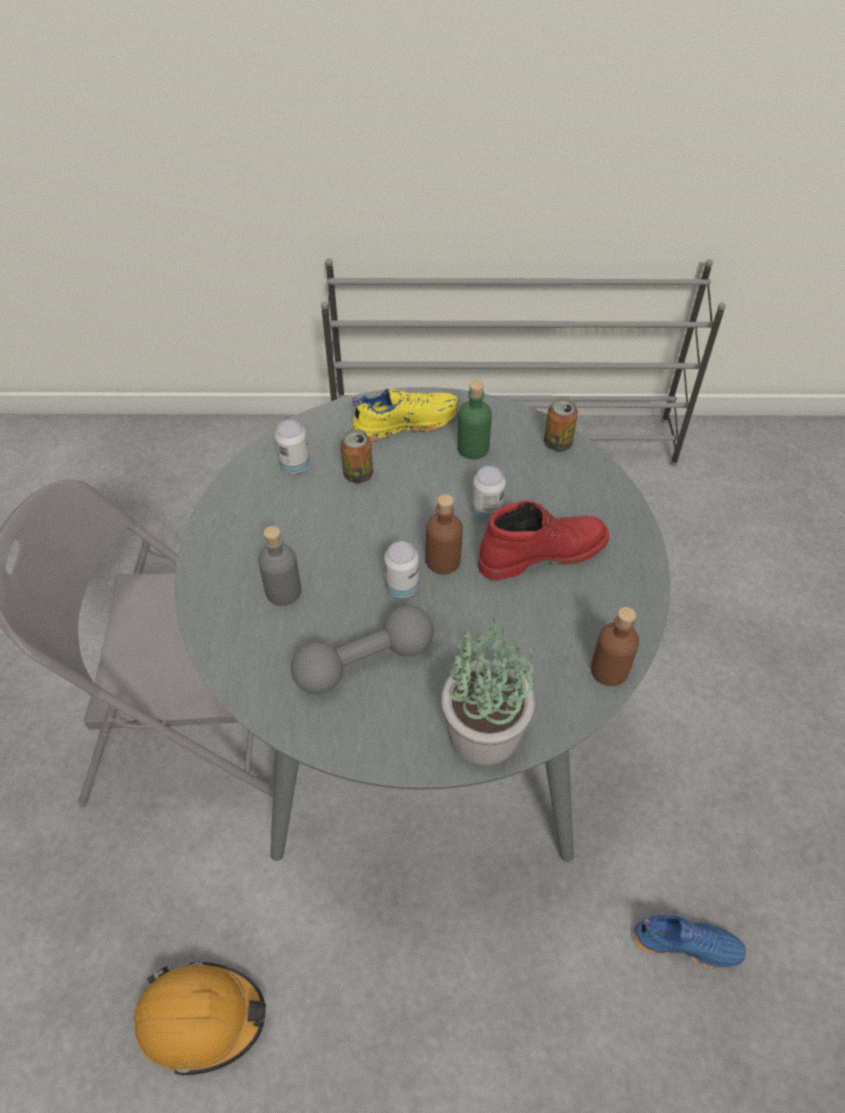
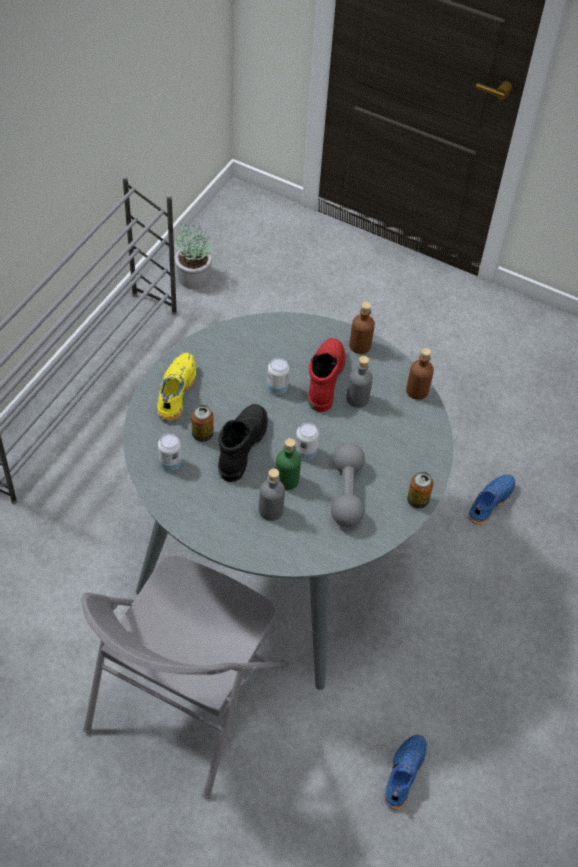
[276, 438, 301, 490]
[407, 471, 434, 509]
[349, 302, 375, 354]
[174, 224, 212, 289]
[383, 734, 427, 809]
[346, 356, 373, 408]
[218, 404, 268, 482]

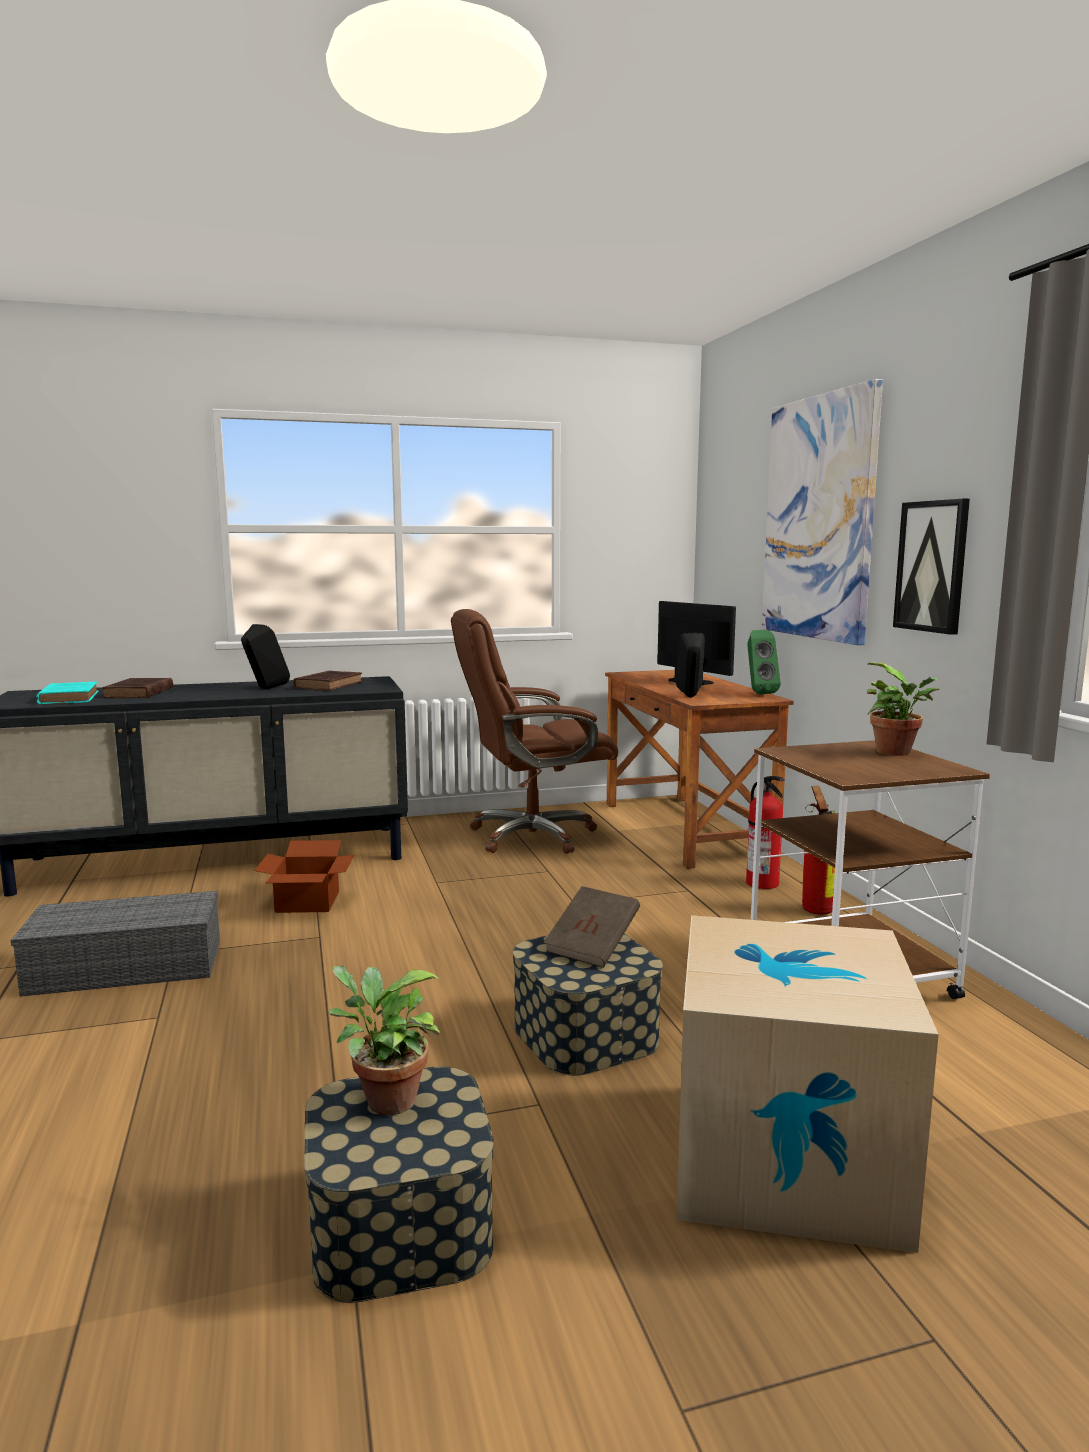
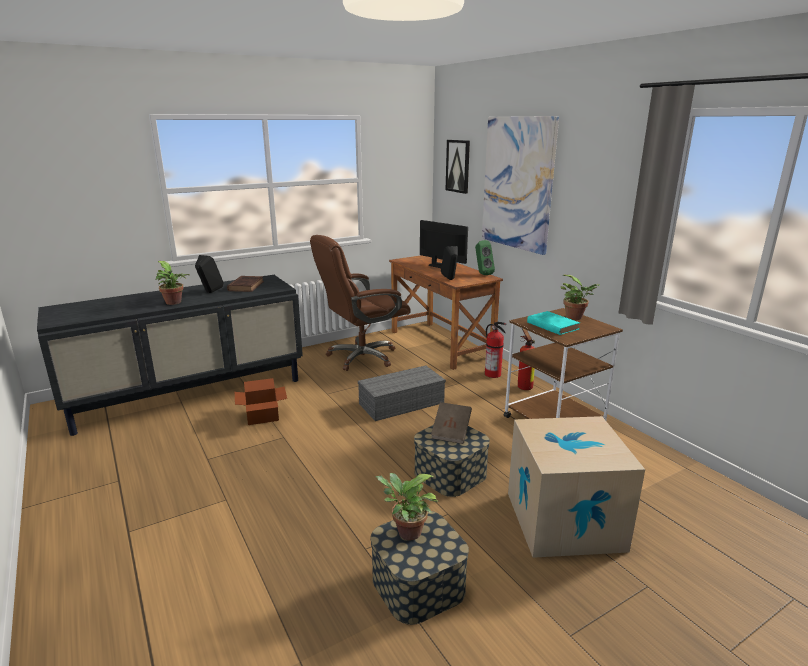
[446, 140, 470, 194]
[102, 678, 173, 698] (first image)
[527, 311, 580, 335]
[358, 365, 446, 421]
[156, 261, 190, 305]

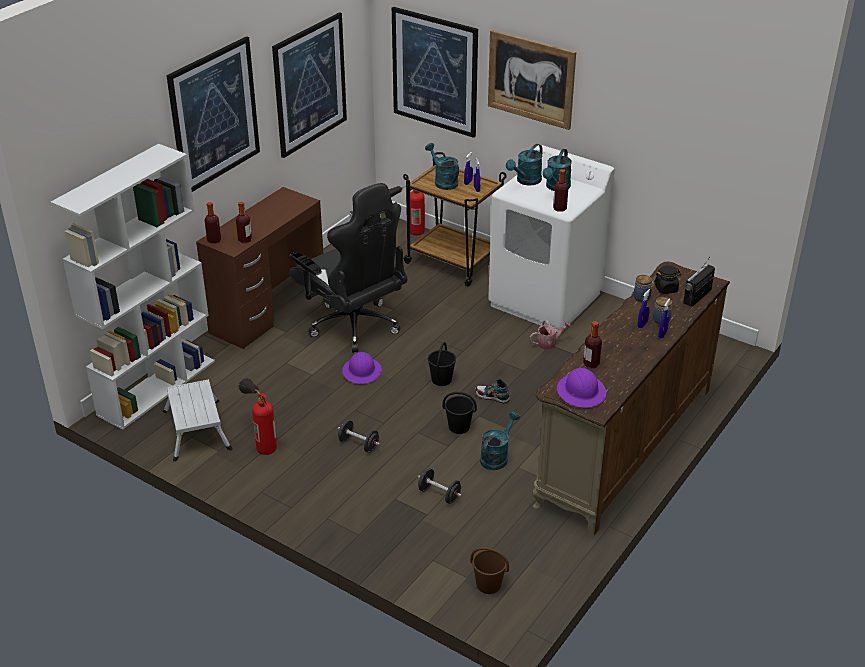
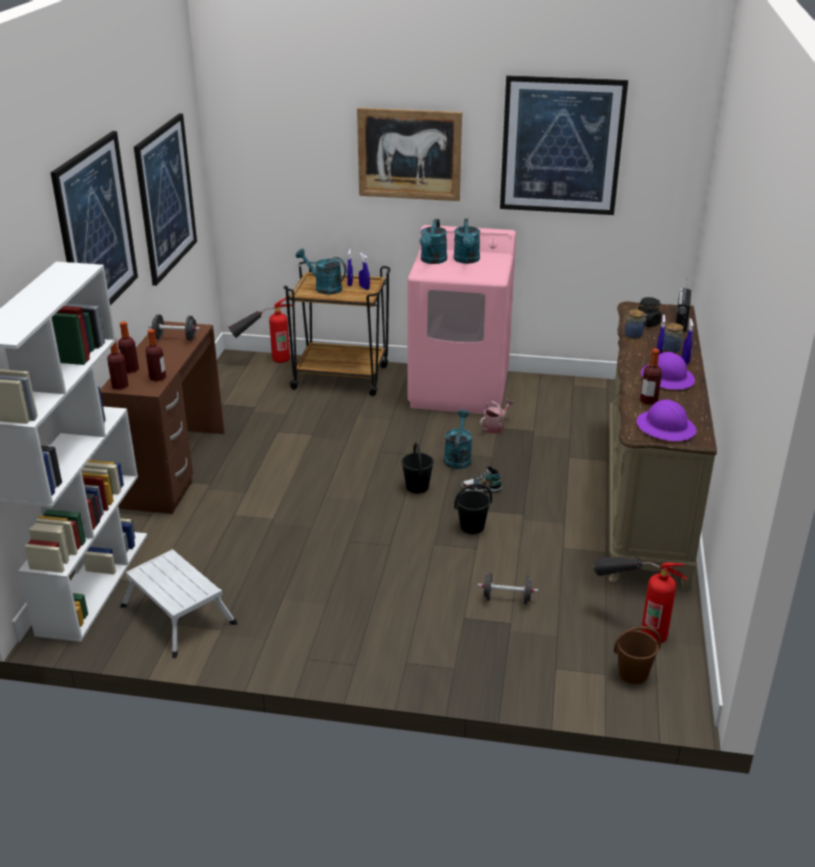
[500, 75, 628, 215]
[407, 225, 516, 414]
[118, 321, 139, 373]
[289, 183, 407, 353] (first image)
[641, 352, 695, 390]
[593, 556, 688, 643]
[444, 410, 473, 469]
[148, 314, 200, 341]

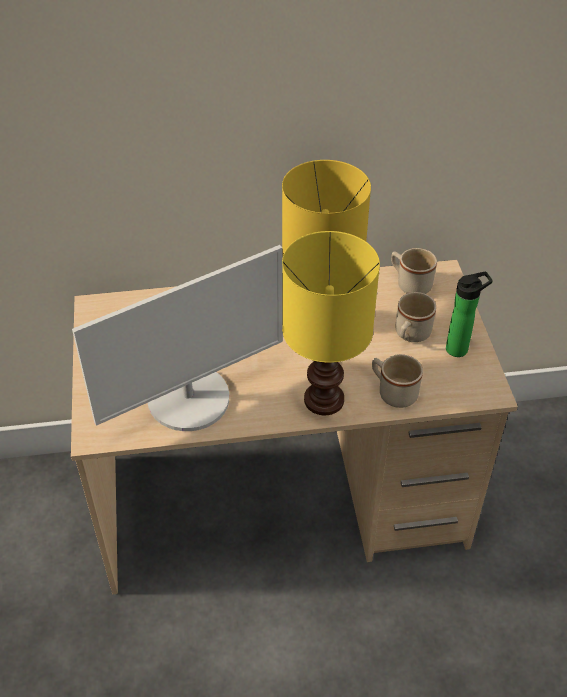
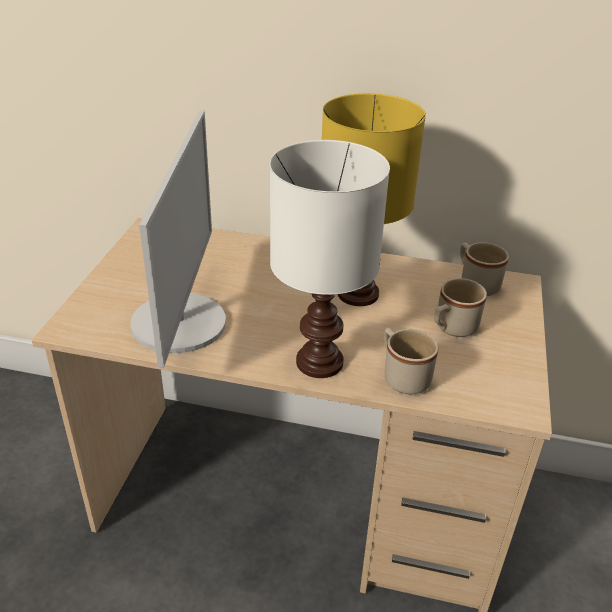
[270, 140, 390, 378]
[131, 110, 226, 367]
[446, 271, 493, 357] (first image)

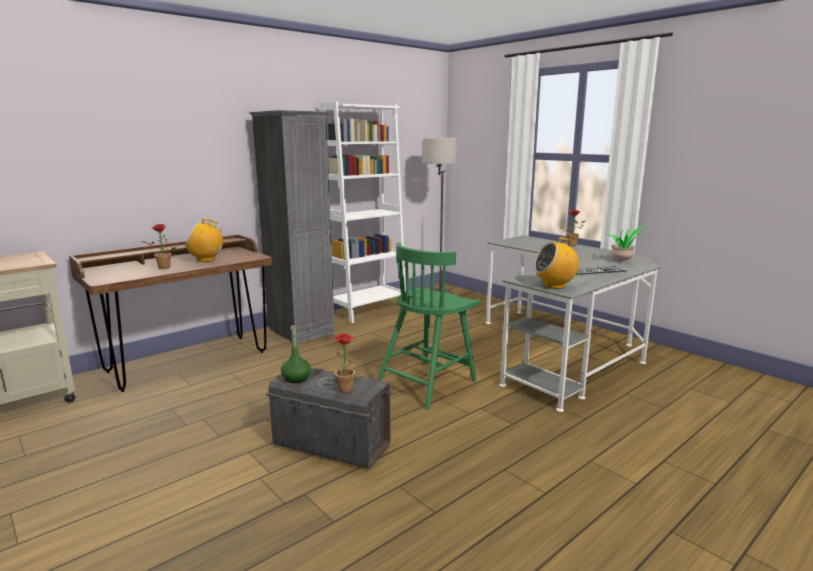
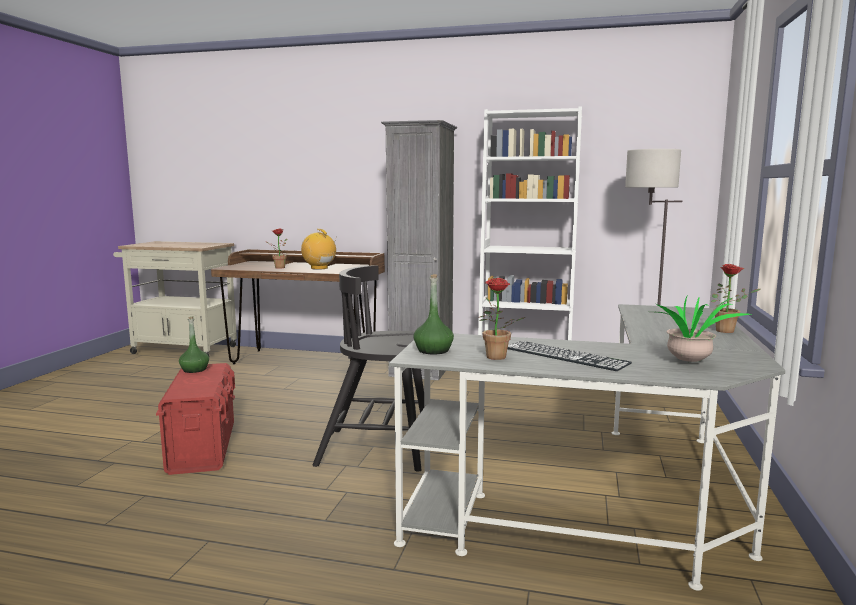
[413, 274, 454, 355]
[312, 265, 424, 472]
[479, 278, 525, 360]
[156, 363, 235, 475]

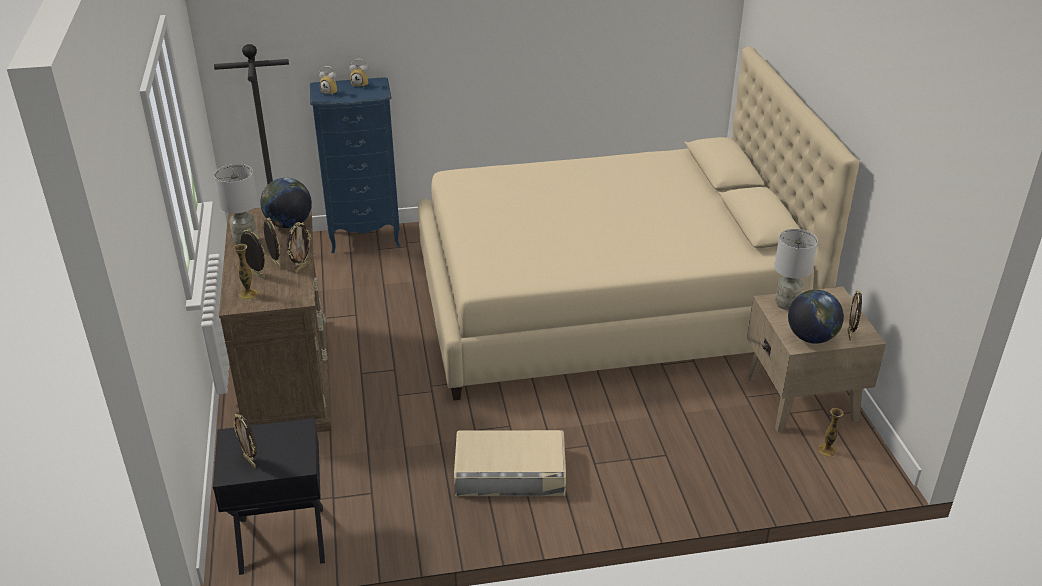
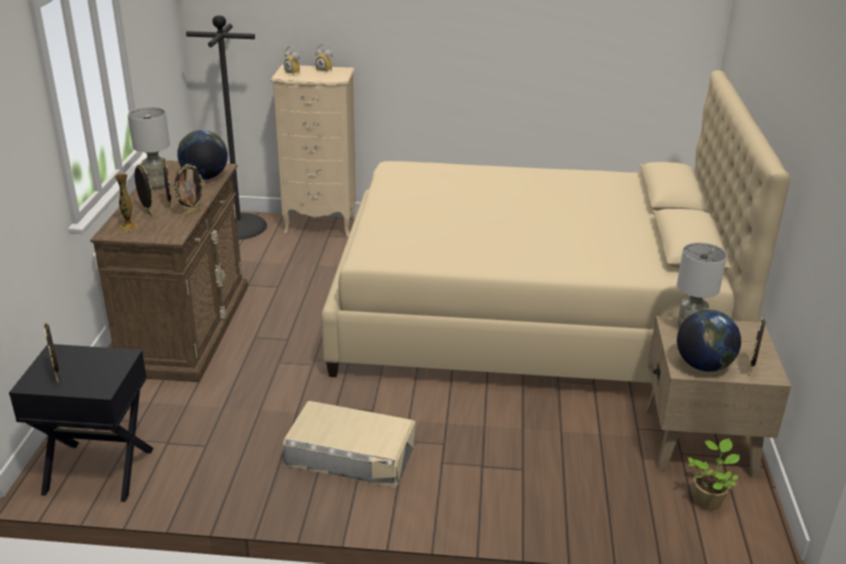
[271, 65, 356, 237]
[688, 438, 740, 510]

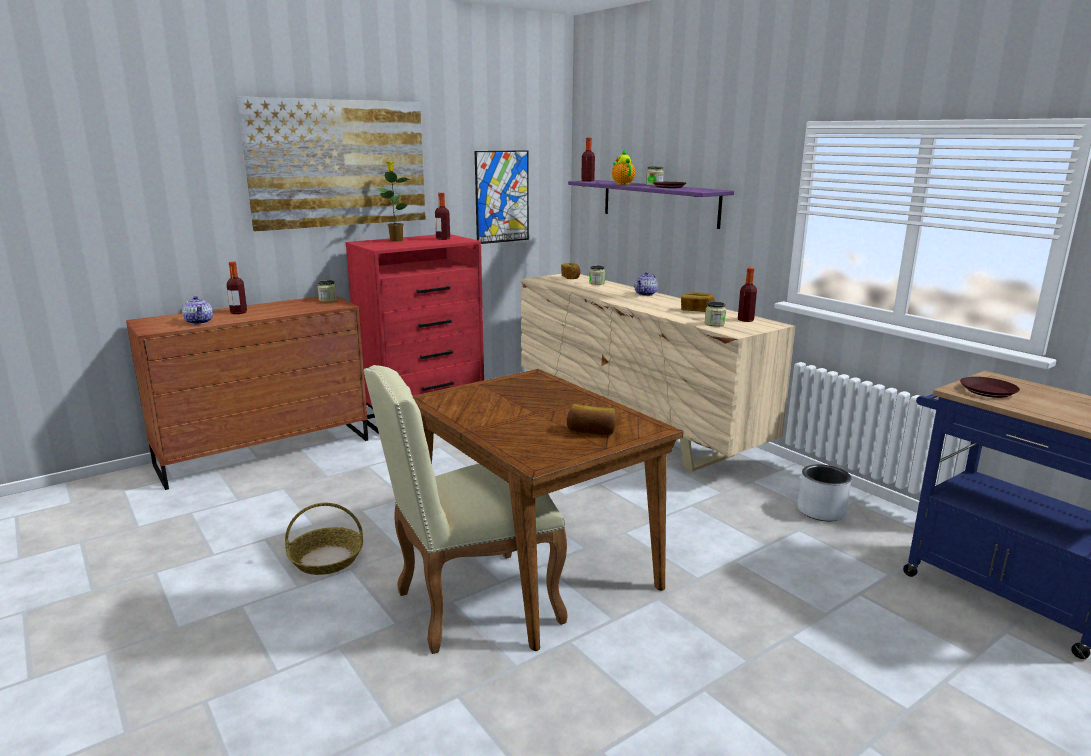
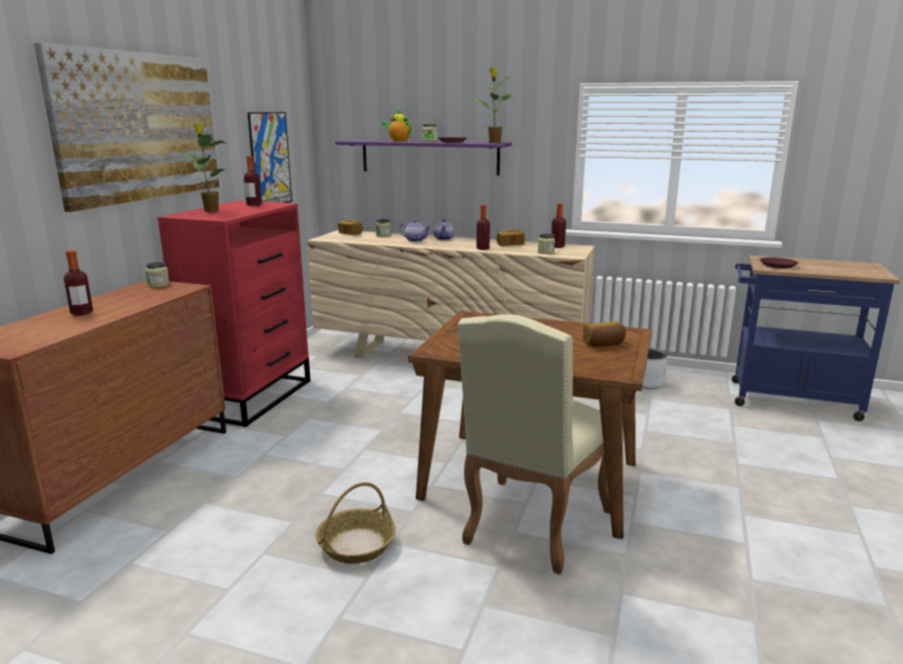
[476, 205, 490, 250]
[399, 220, 431, 242]
[473, 67, 515, 143]

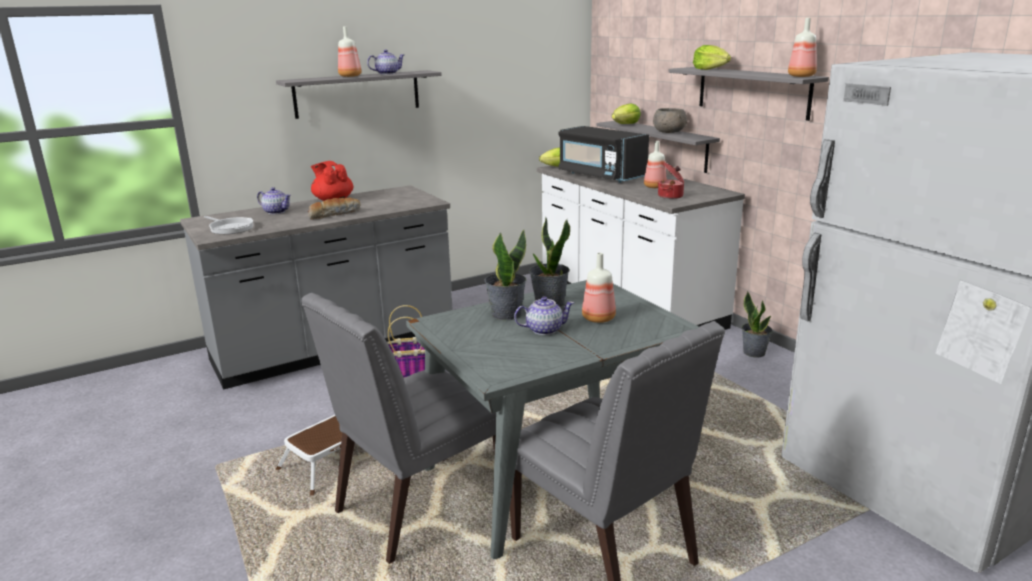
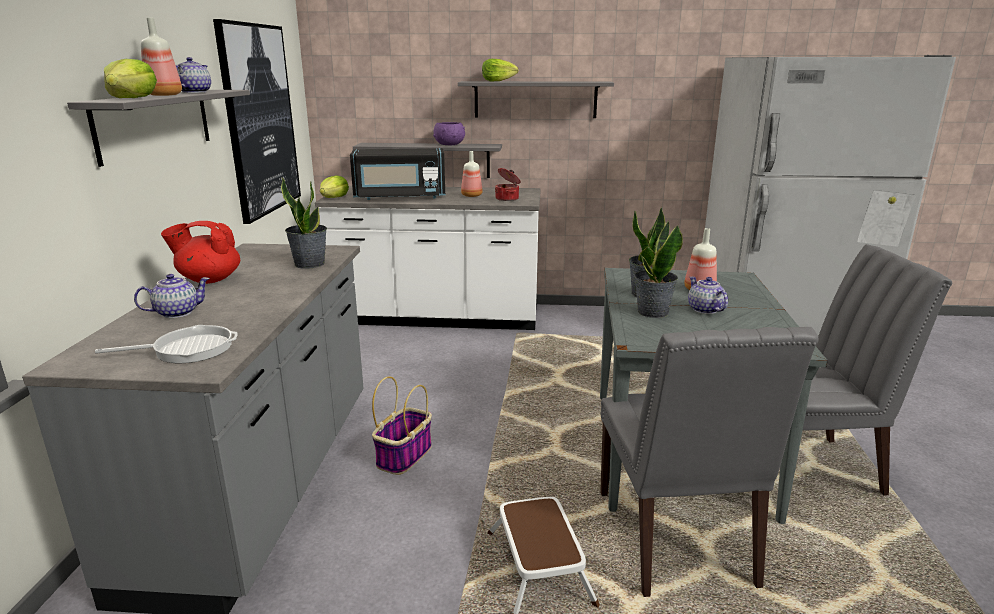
[788, 18, 817, 77] (first image)
[104, 59, 157, 98]
[433, 122, 465, 145]
[308, 198, 361, 220] (first image)
[281, 178, 327, 269]
[688, 277, 728, 314]
[213, 19, 301, 224]

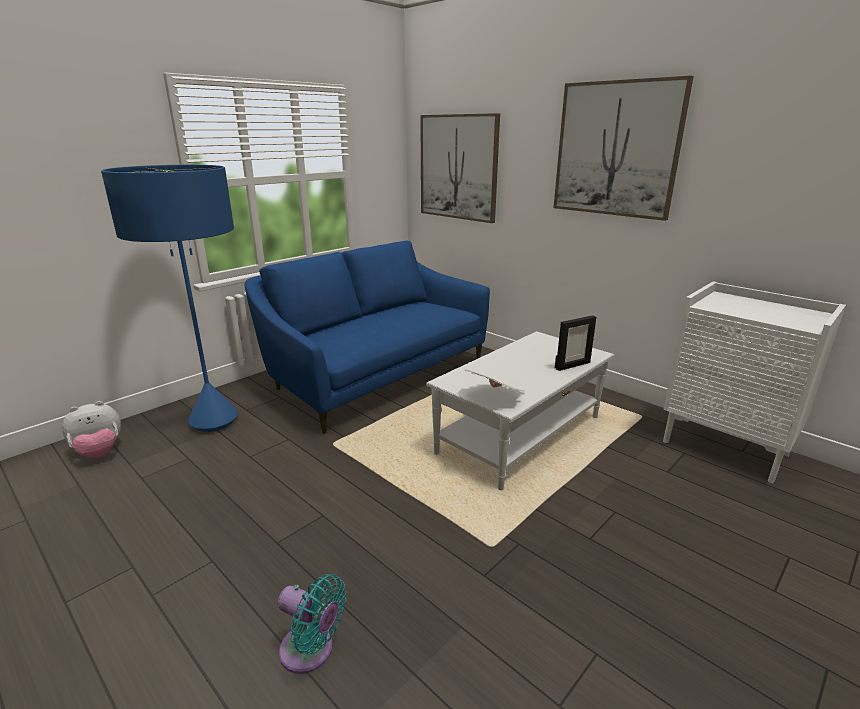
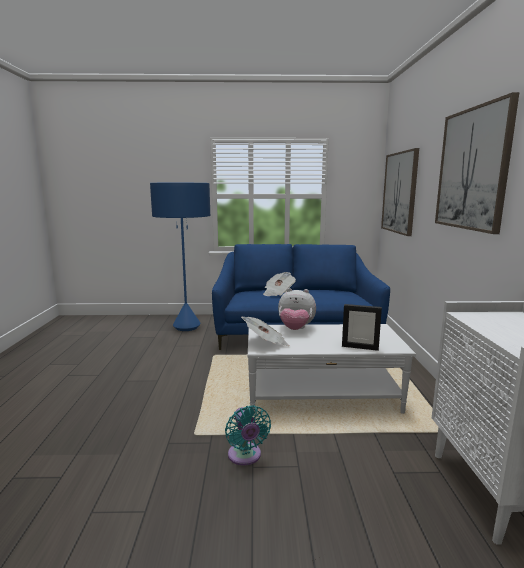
[278, 288, 316, 330]
[225, 405, 271, 466]
[263, 272, 296, 296]

